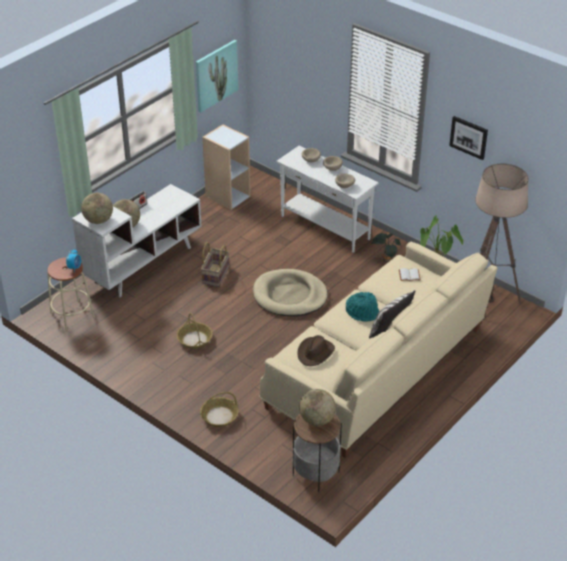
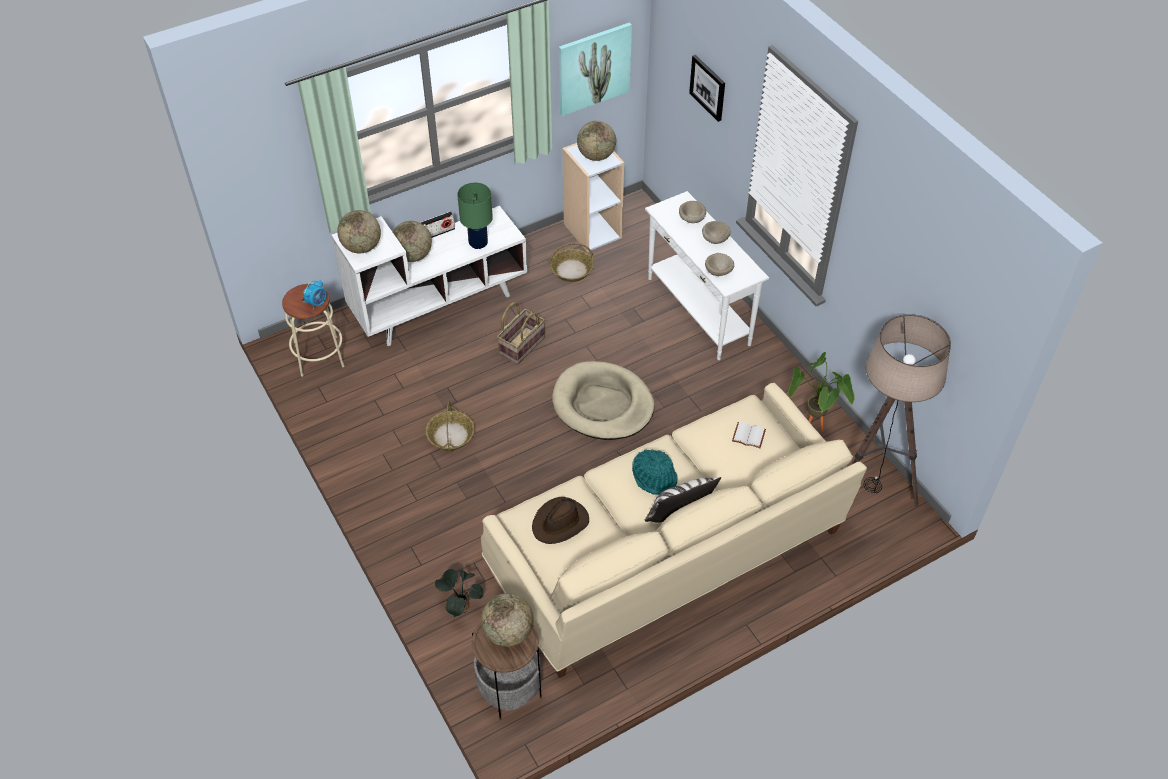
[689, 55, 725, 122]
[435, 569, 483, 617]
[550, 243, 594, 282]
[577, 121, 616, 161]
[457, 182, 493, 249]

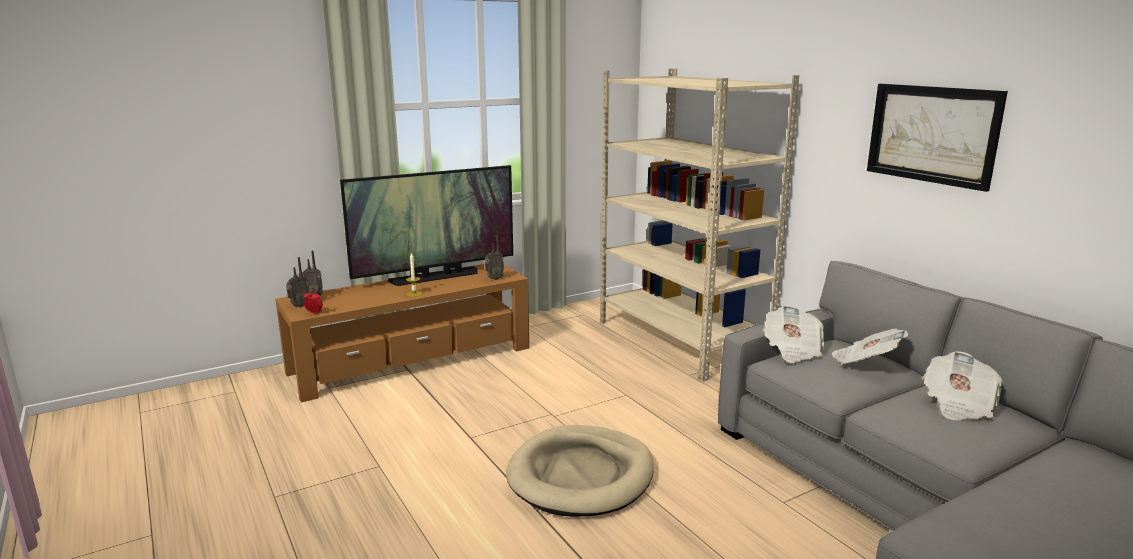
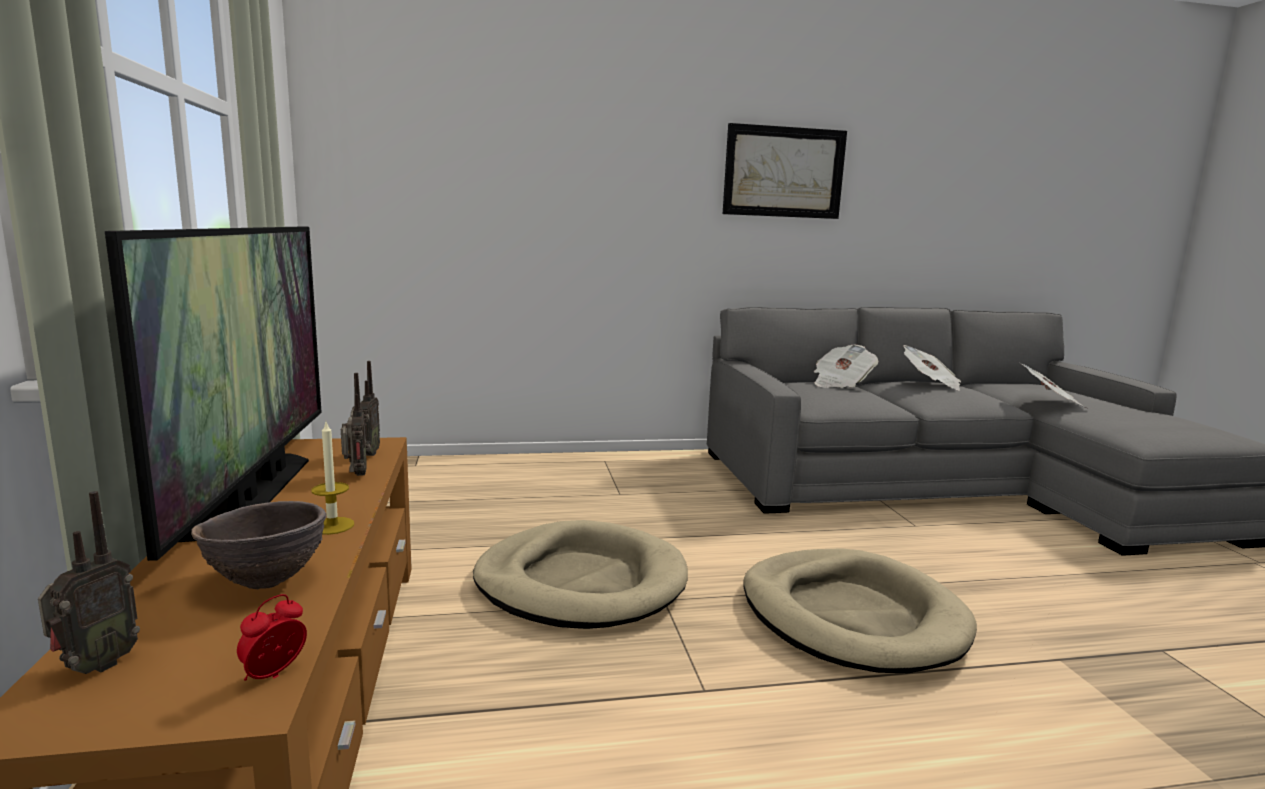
[600, 69, 799, 382] (first image)
[341, 373, 367, 476]
[1018, 362, 1089, 409]
[191, 501, 326, 589]
[473, 520, 688, 629]

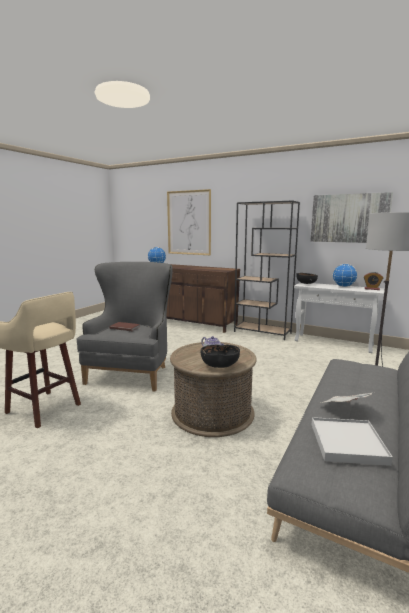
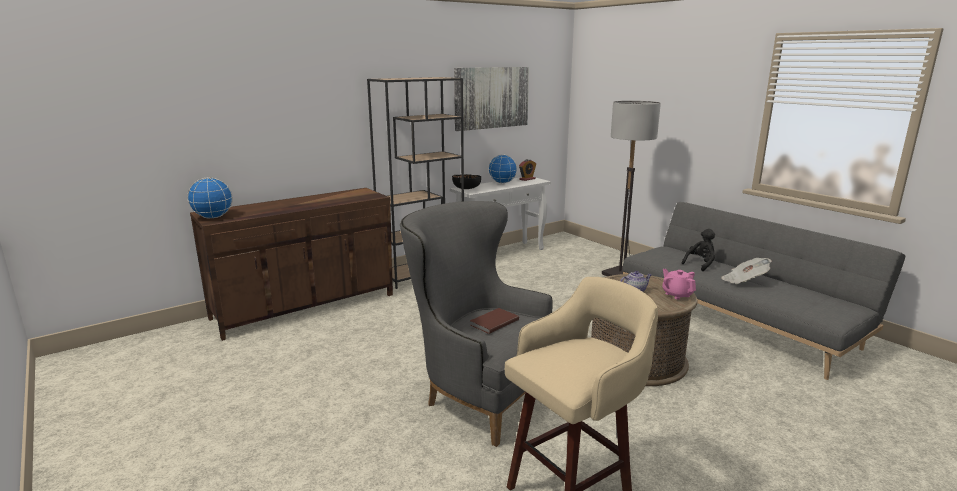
[167, 189, 211, 255] (first image)
[662, 269, 696, 300]
[312, 417, 393, 466] (first image)
[682, 229, 715, 271]

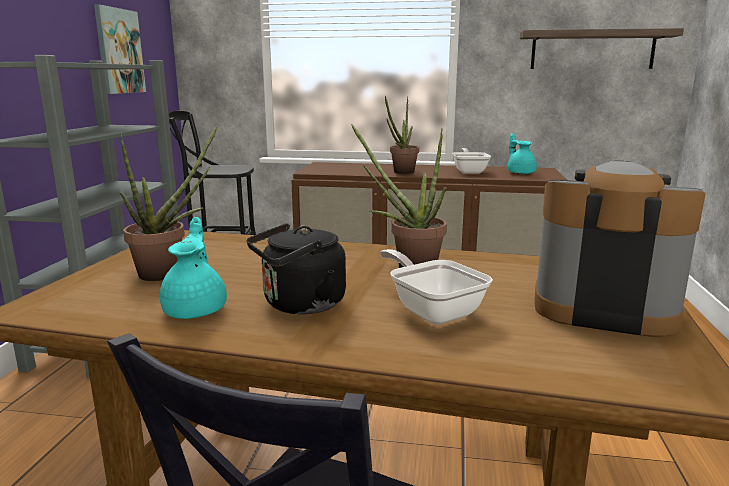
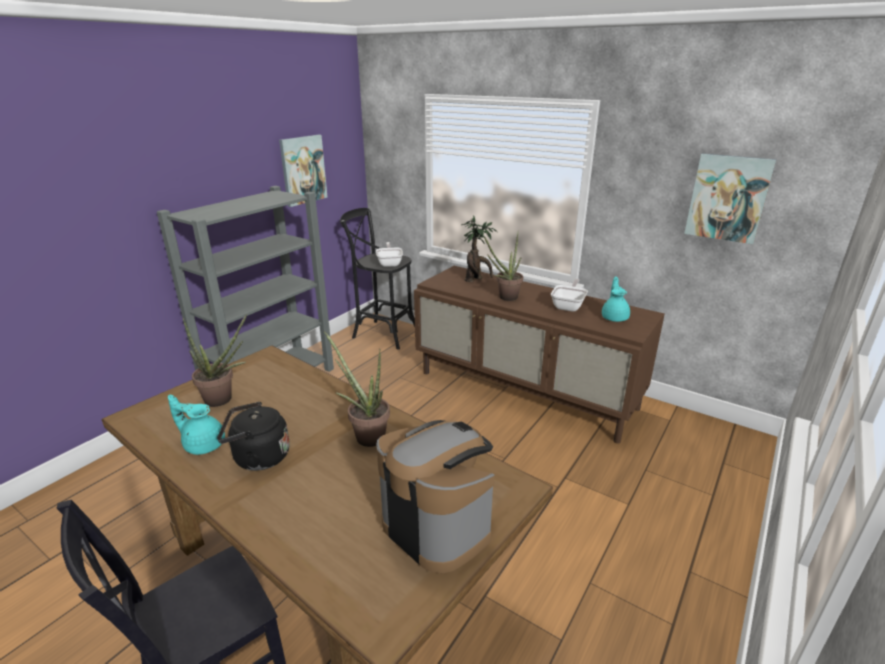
[684, 154, 776, 244]
[168, 395, 225, 455]
[376, 242, 403, 267]
[462, 215, 498, 282]

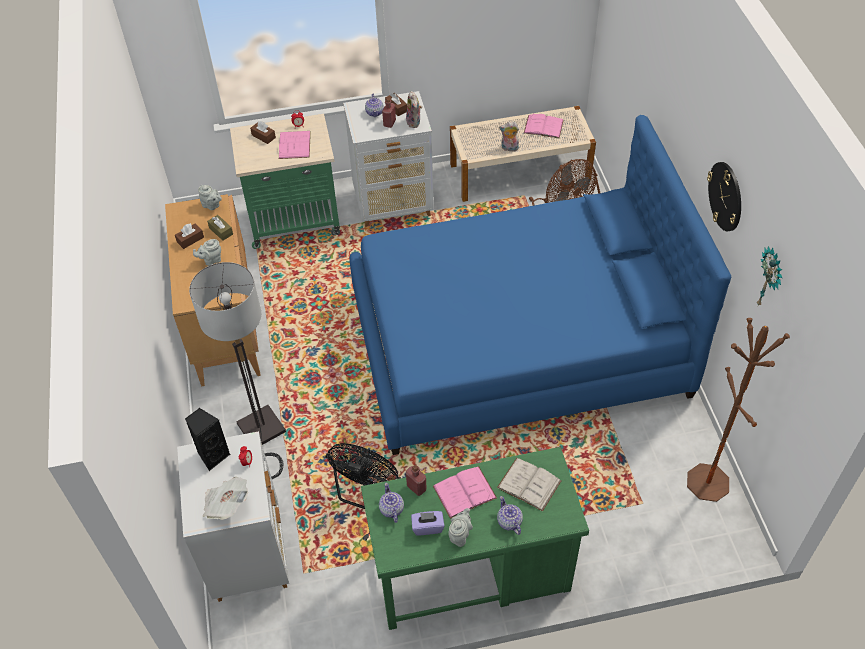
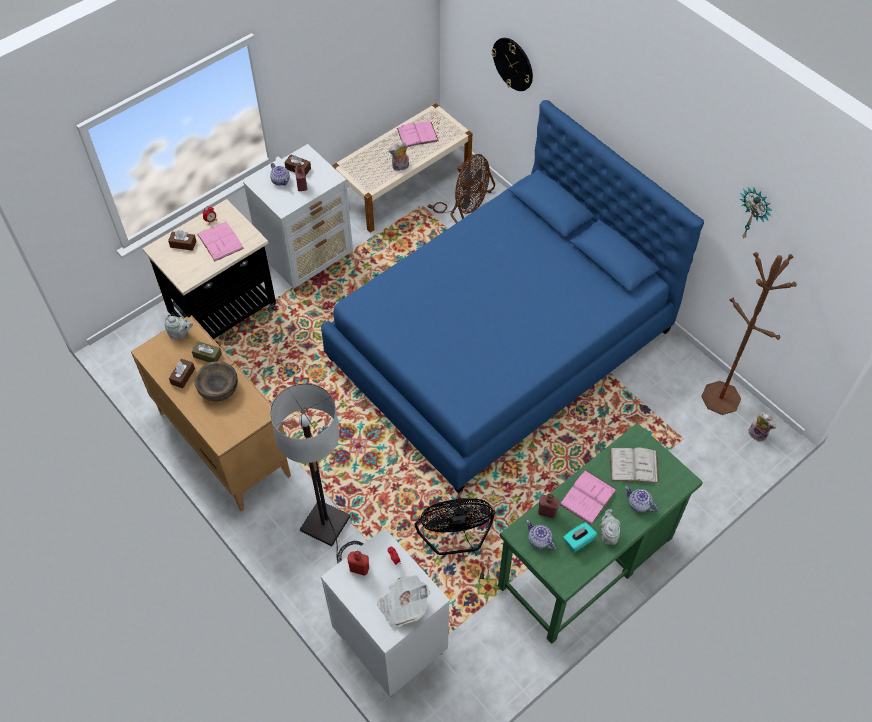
[748, 412, 776, 442]
[142, 199, 277, 339]
[492, 38, 533, 91]
[194, 361, 238, 402]
[347, 551, 369, 576]
[563, 522, 597, 553]

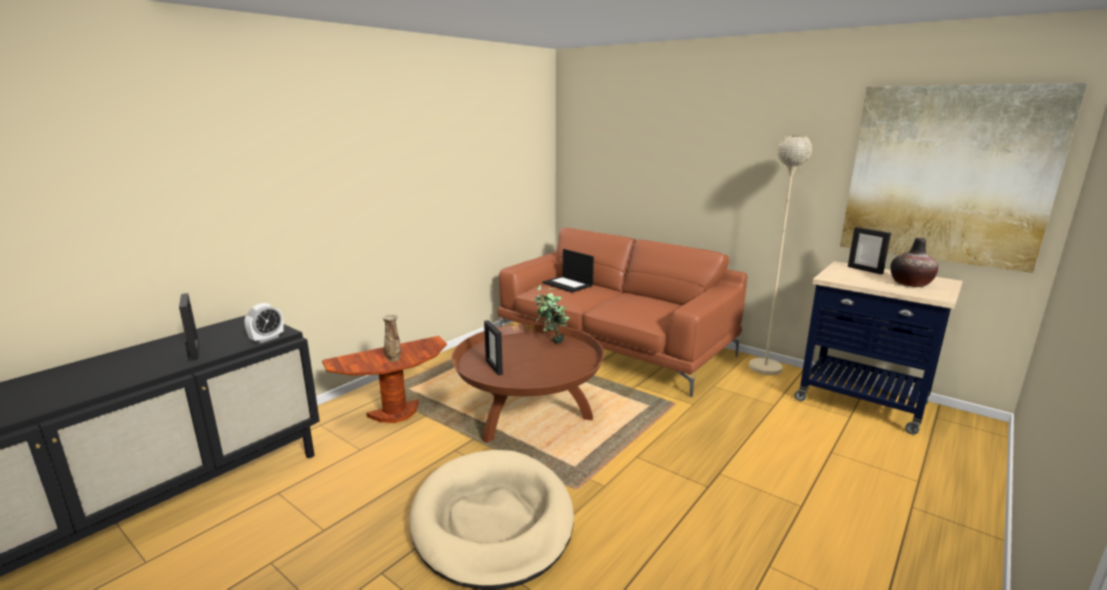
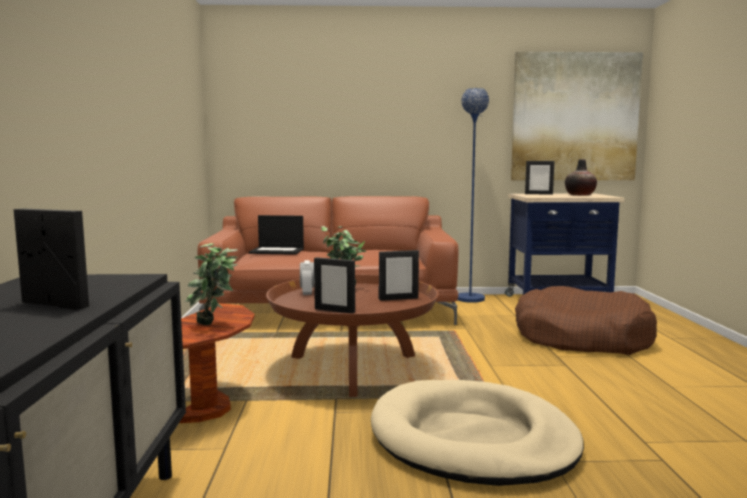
[458, 88, 489, 303]
[300, 260, 314, 295]
[185, 243, 238, 325]
[379, 250, 419, 301]
[515, 286, 657, 355]

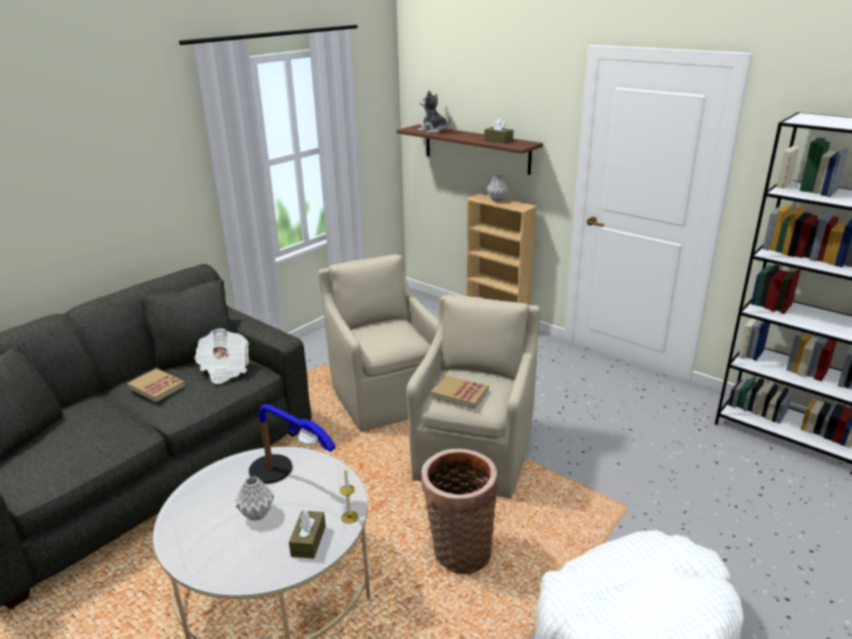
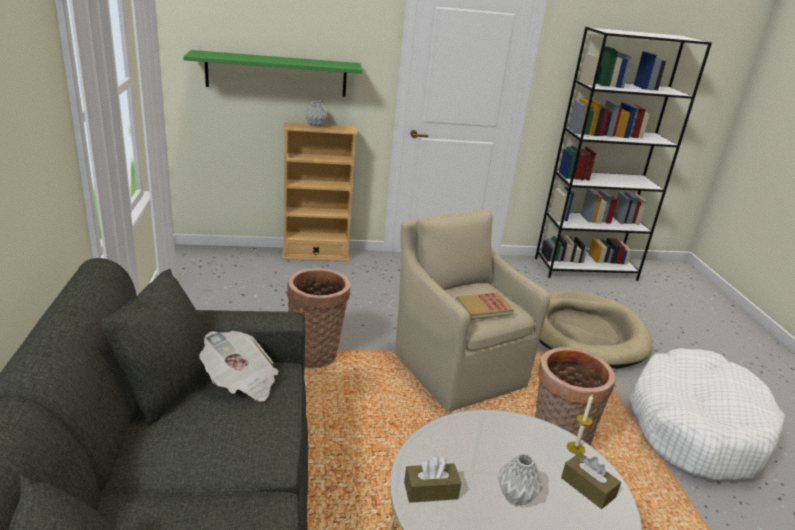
[418, 90, 451, 133] (first image)
[404, 457, 461, 503]
[183, 50, 362, 97]
[287, 268, 350, 368]
[127, 368, 186, 402] (first image)
[249, 404, 335, 484] (first image)
[539, 291, 652, 368]

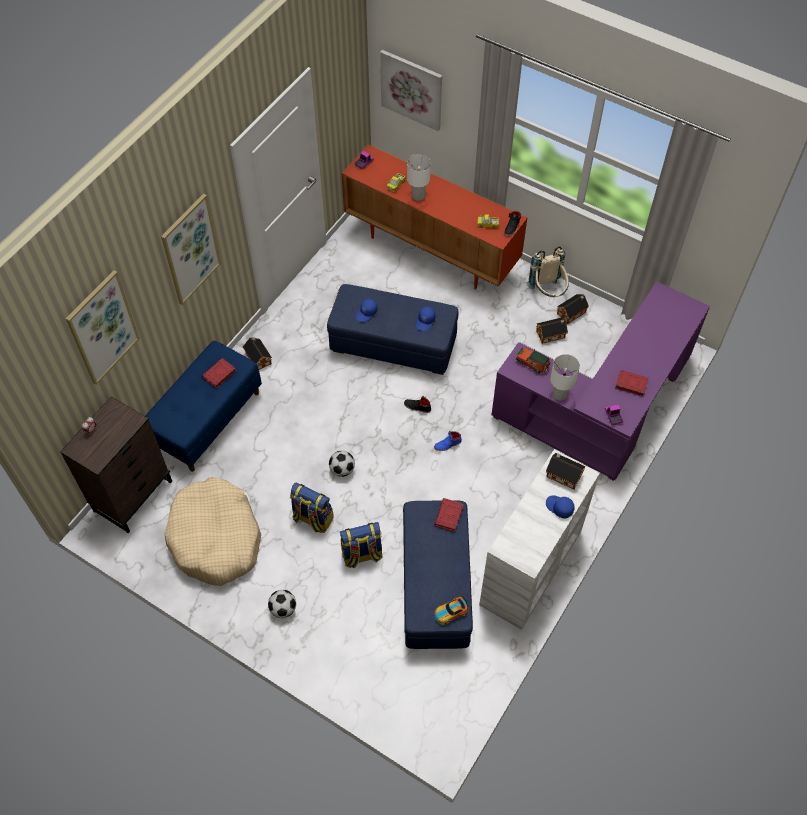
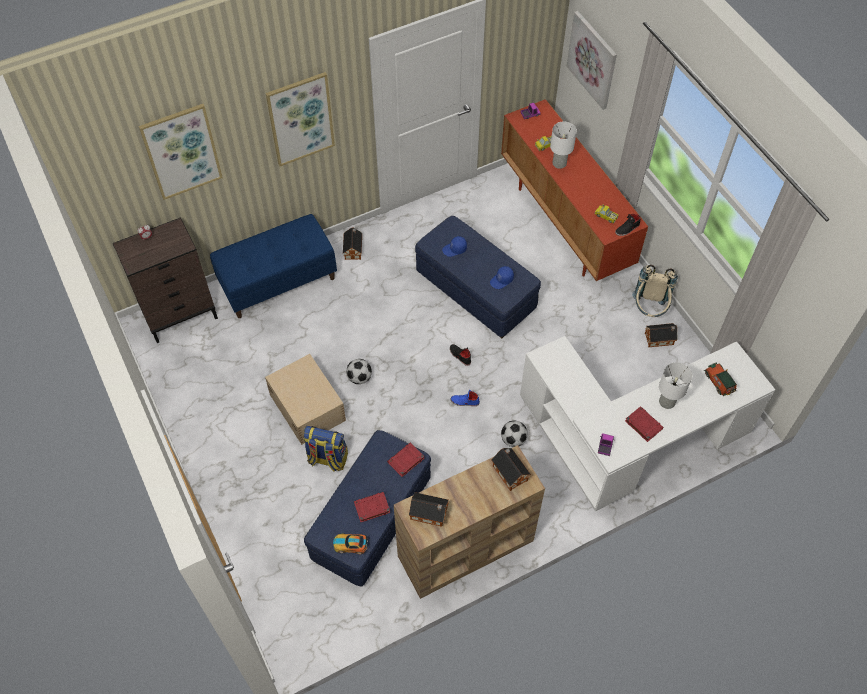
[520, 336, 775, 511]
[409, 492, 449, 527]
[704, 362, 737, 396]
[659, 362, 692, 409]
[354, 492, 390, 522]
[394, 445, 545, 599]
[165, 477, 261, 586] (first image)
[265, 354, 346, 445]
[546, 495, 575, 518] (first image)
[501, 420, 528, 447]

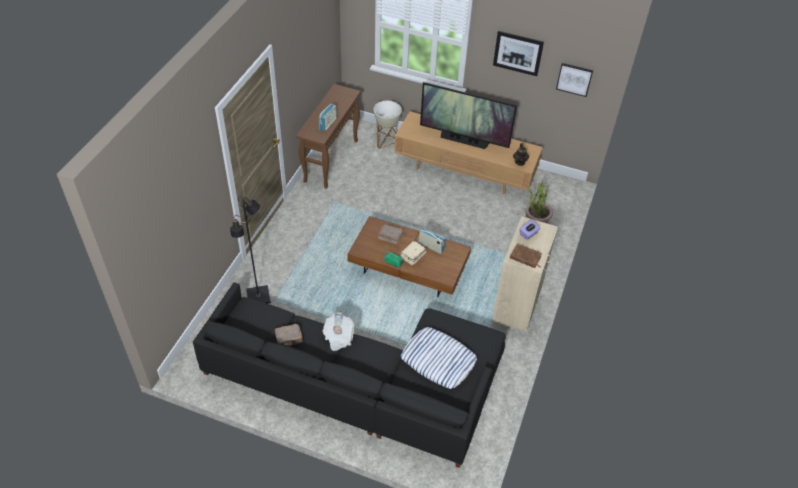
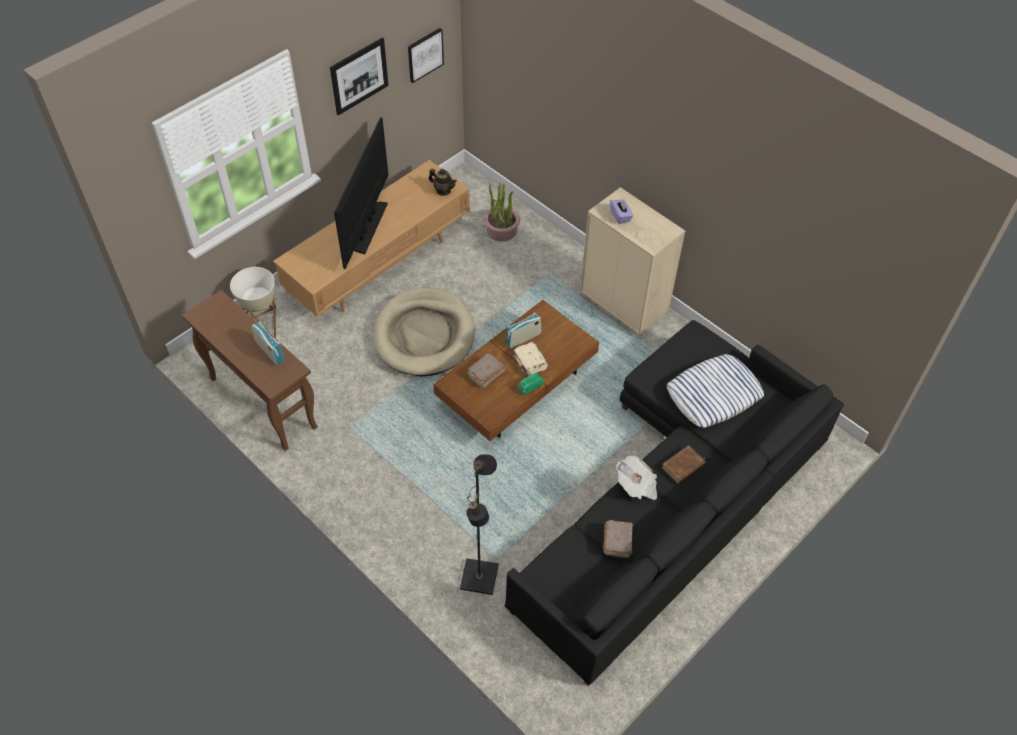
[334, 117, 388, 269]
[661, 445, 706, 484]
[373, 288, 475, 376]

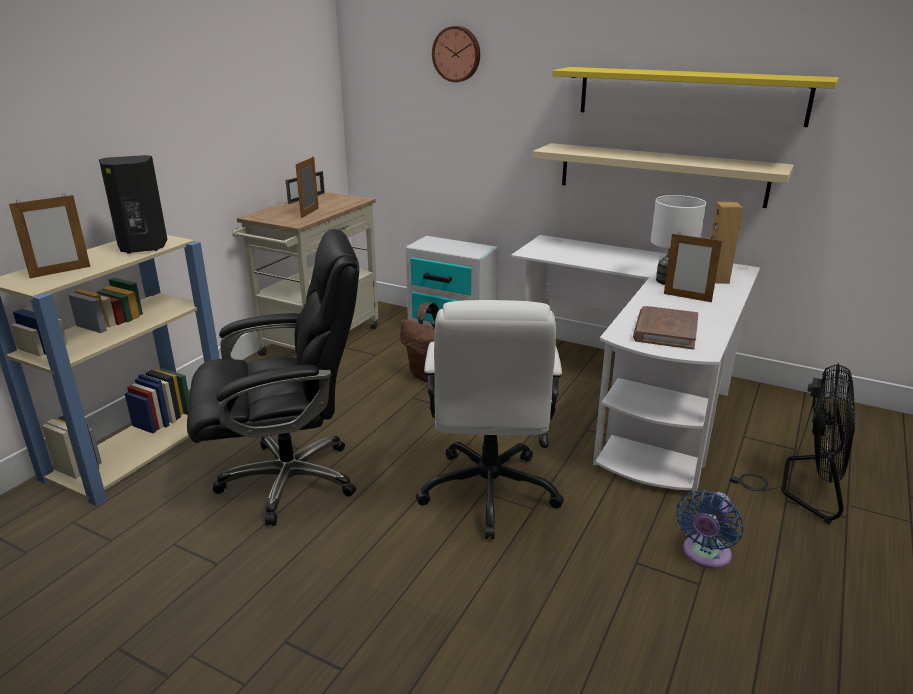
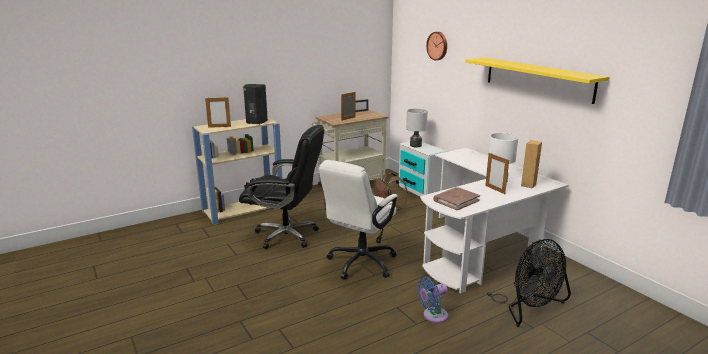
[533, 143, 794, 208] (first image)
[406, 108, 428, 147]

